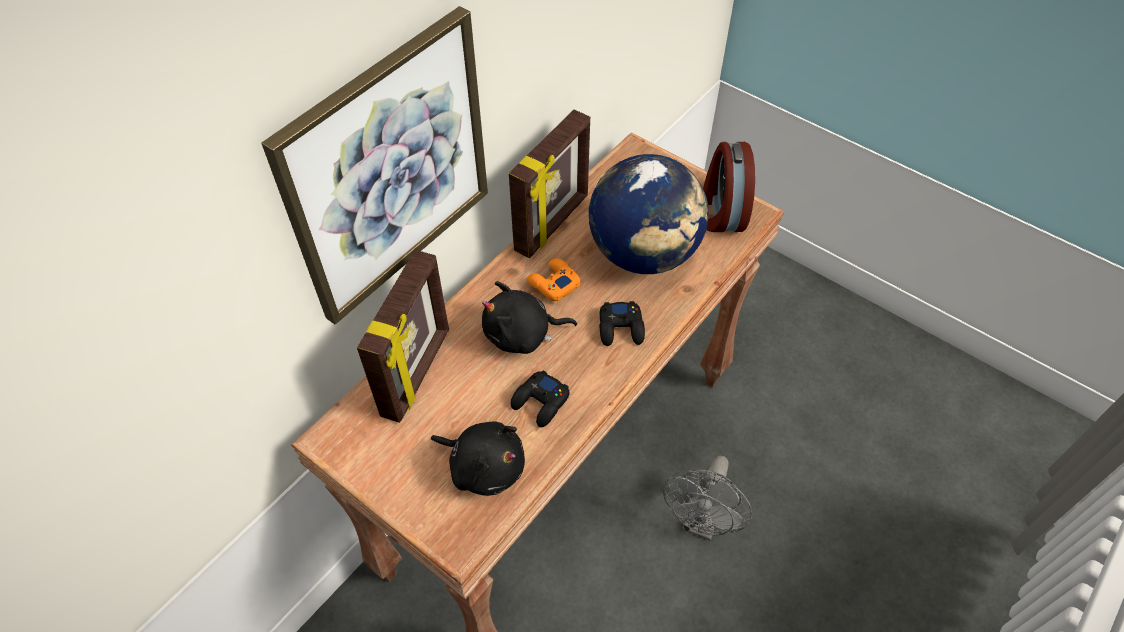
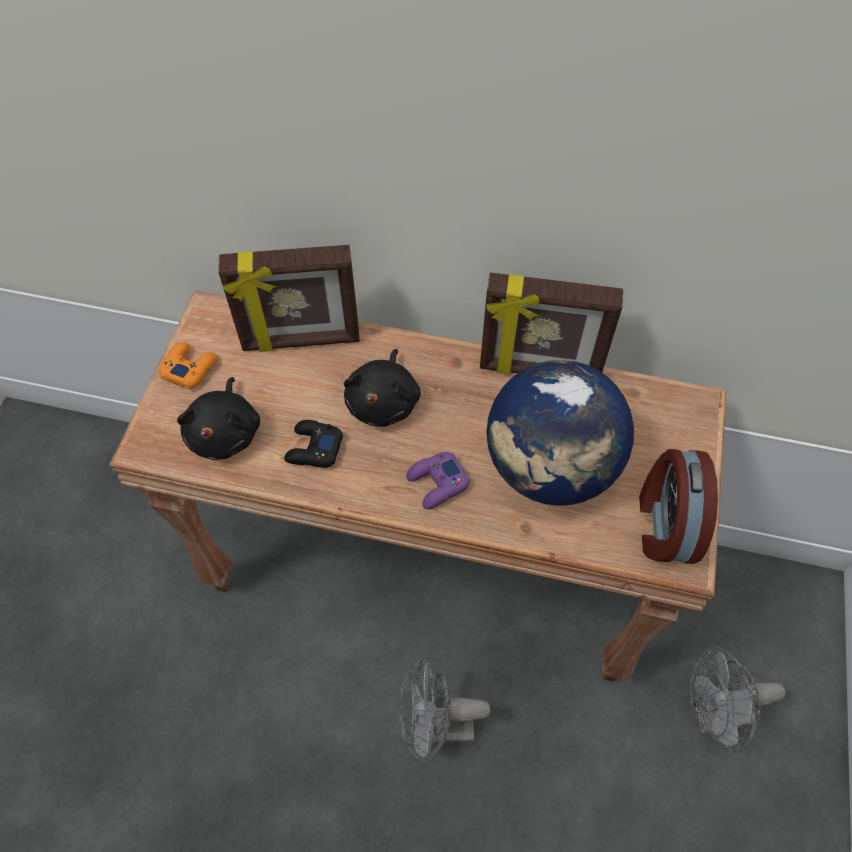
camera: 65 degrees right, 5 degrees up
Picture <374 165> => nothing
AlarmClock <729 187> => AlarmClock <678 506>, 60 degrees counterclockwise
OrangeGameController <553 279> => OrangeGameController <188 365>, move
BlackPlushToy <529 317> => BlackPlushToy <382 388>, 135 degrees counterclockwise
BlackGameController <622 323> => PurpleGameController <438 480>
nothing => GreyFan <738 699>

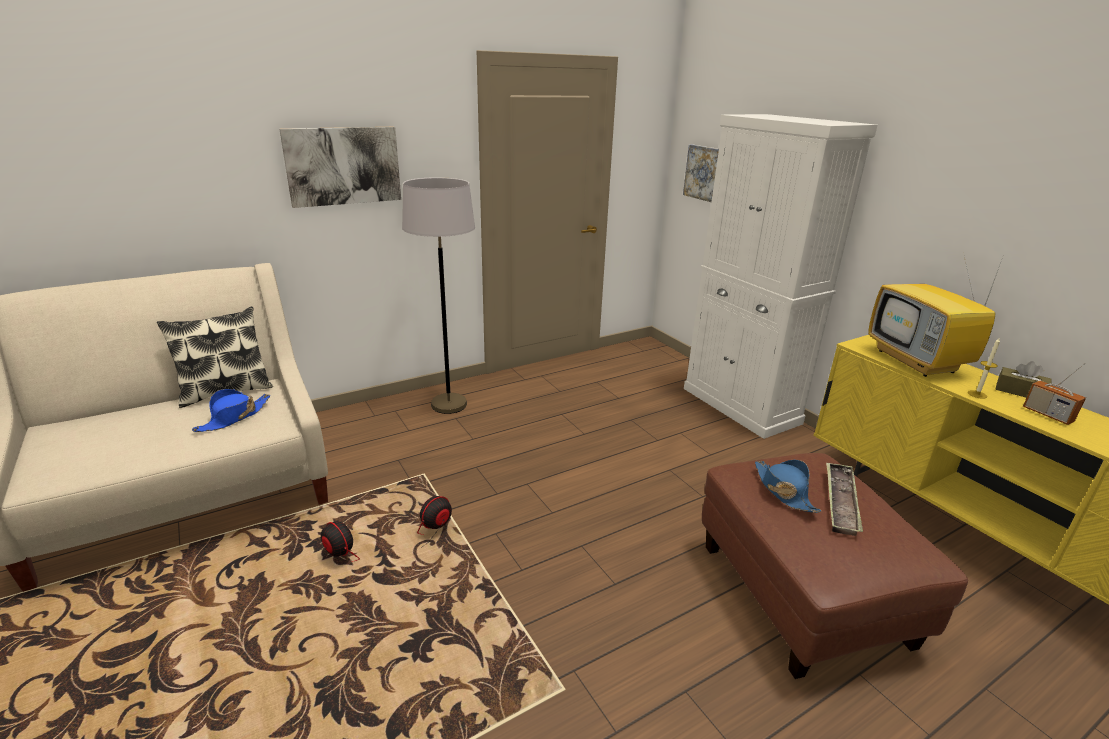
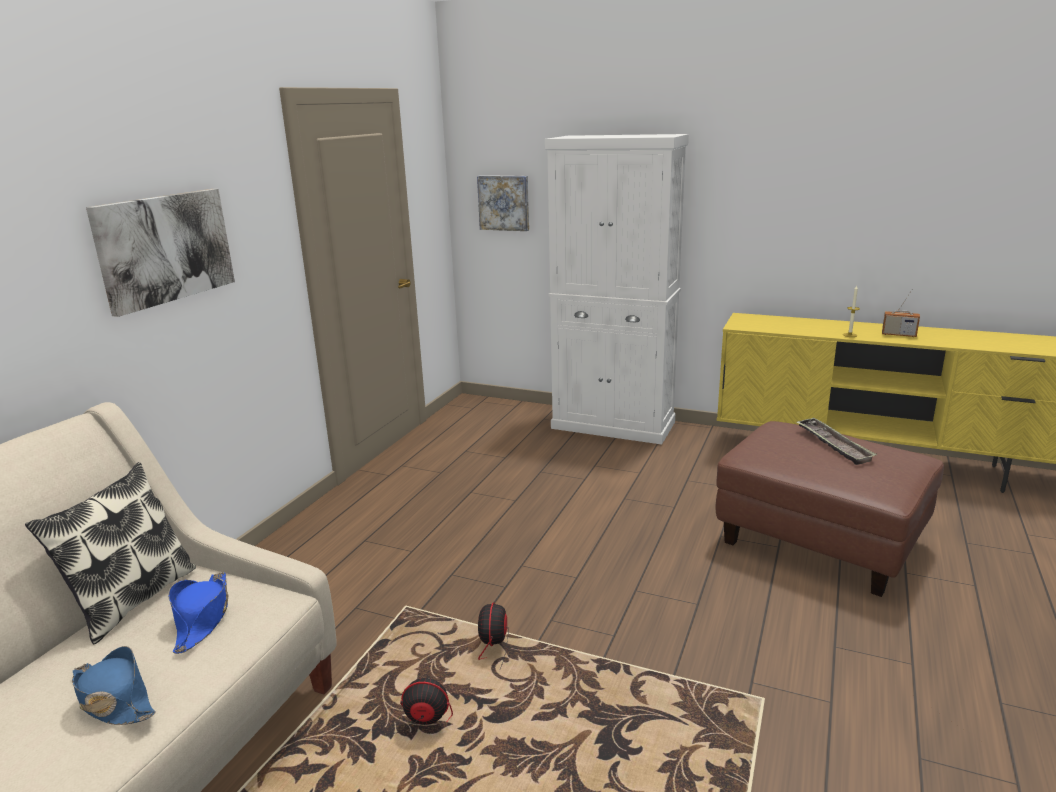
camera: 35 degrees left, 5 degrees down
GreyFloorLamp <438 295> => nothing
Television <935 317> => nothing
BrownTissueBox <1024 379> => nothing
BlueHat <788 486> => BlueHat <114 685>, move

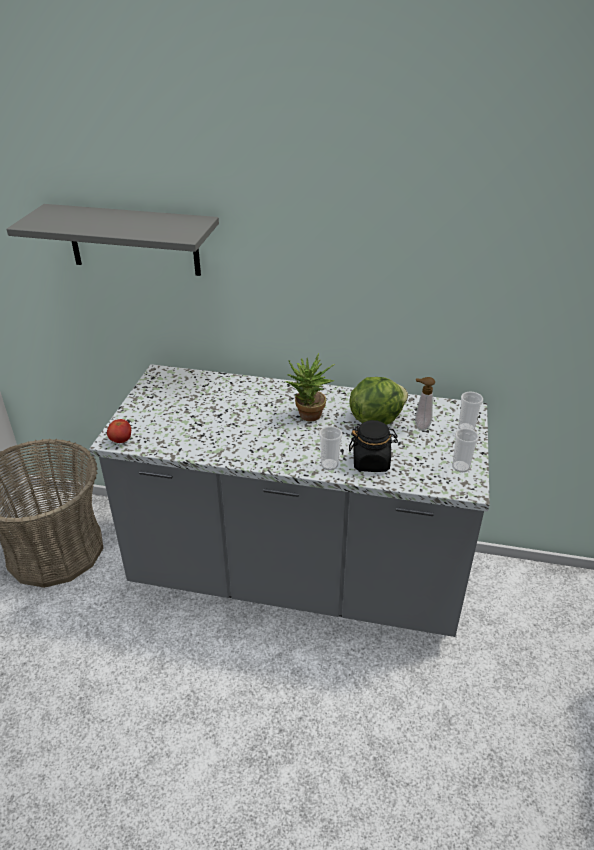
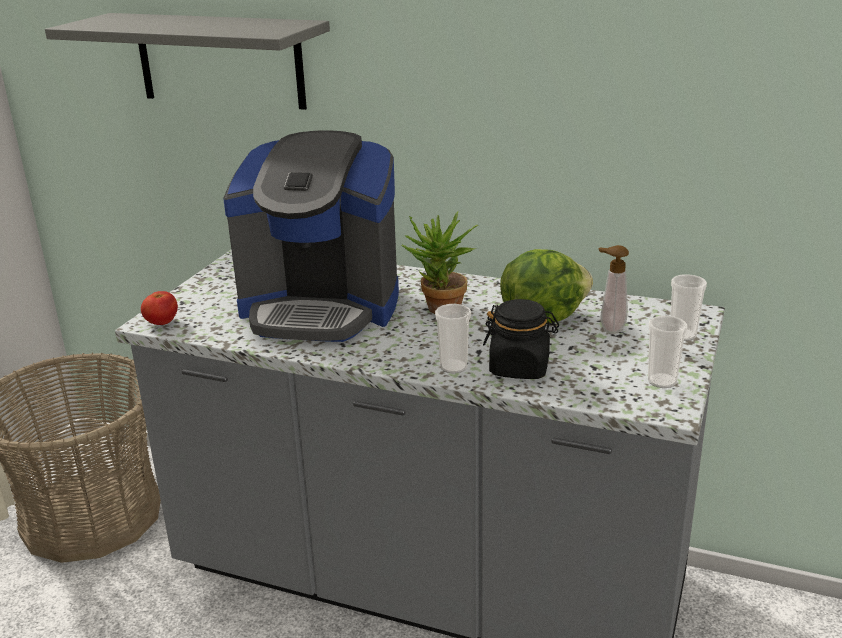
camera: 10 degrees right, 10 degrees down
nothing => CoffeeMachine <311 236>

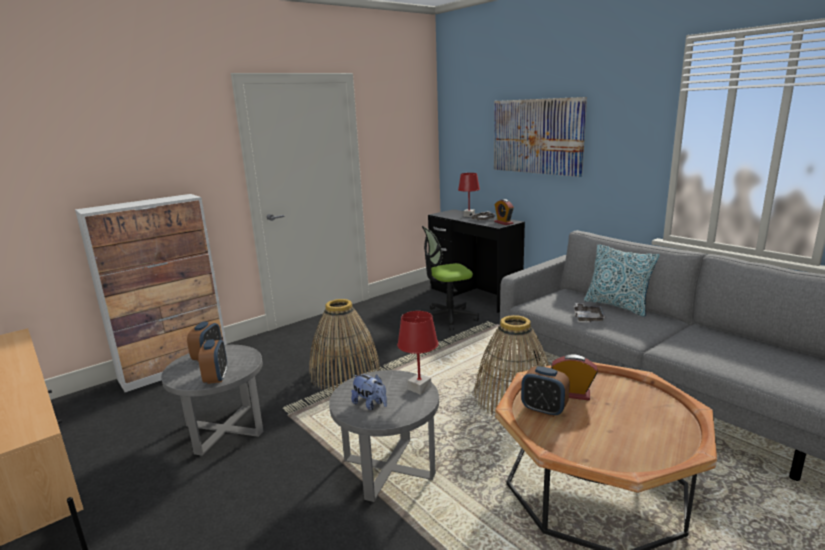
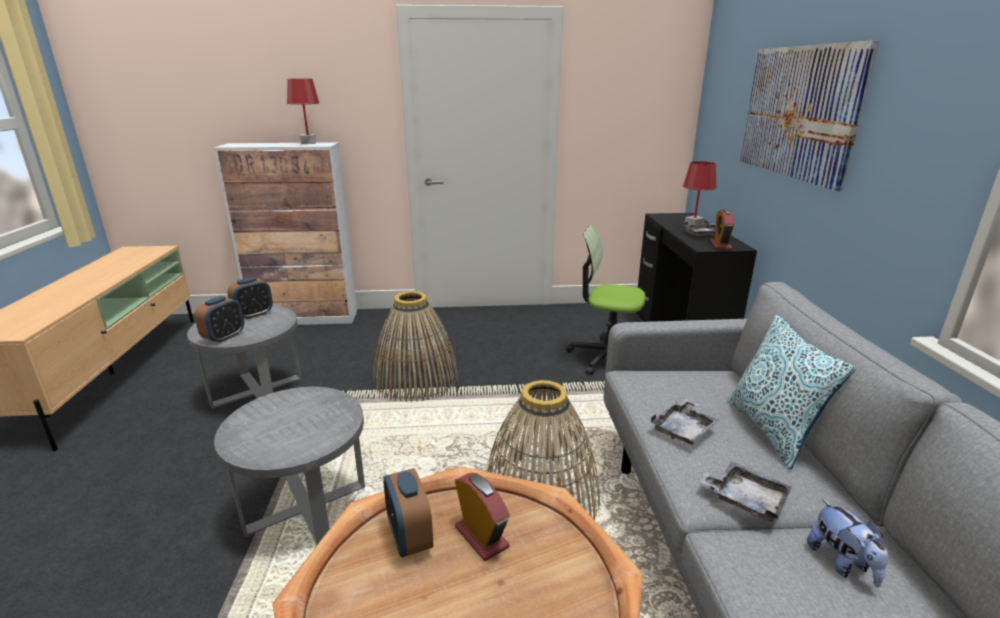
camera: 35 degrees right, 5 degrees up
RedTableLamp <417 353> => RedTableLamp <303 111>, move
PlushToy <369 392> => PlushToy <848 543>, move
nothing => GreyTray <745 491>

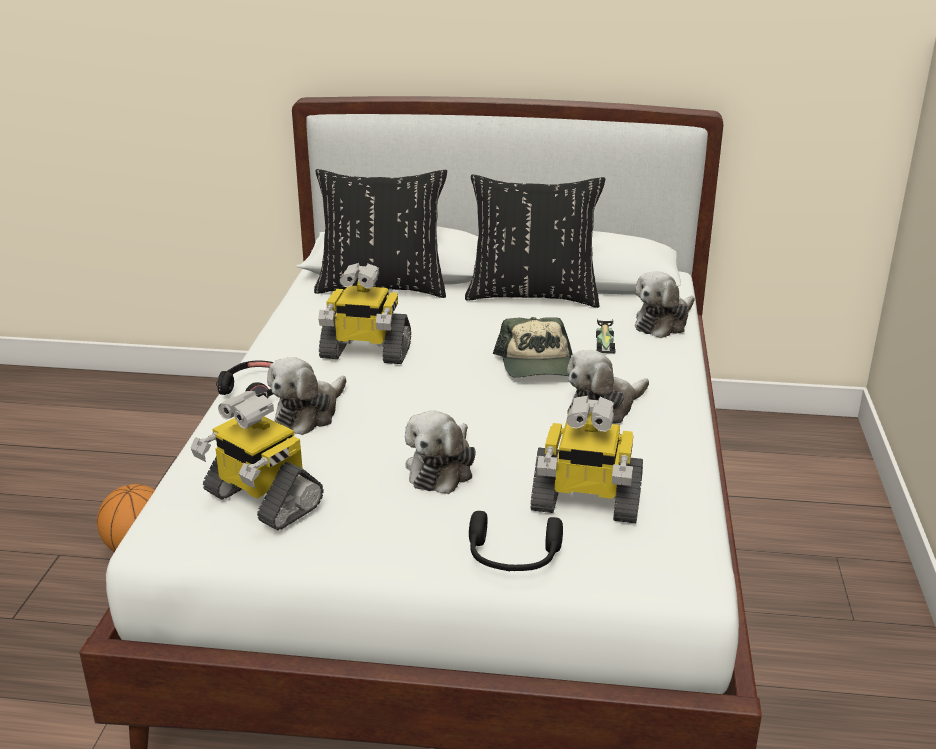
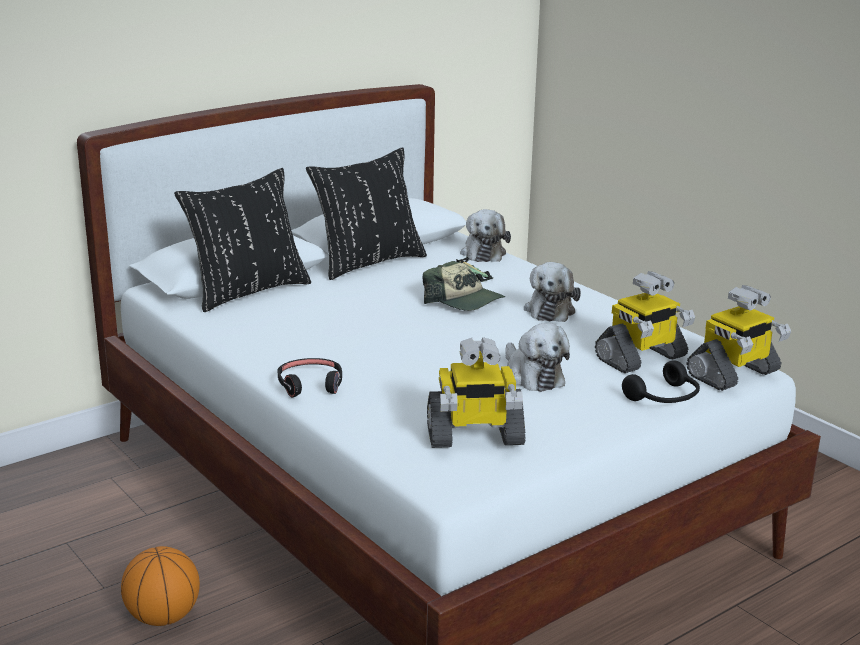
camera: 45 degrees left, 5 degrees down
ToyRobot <364 313> => ToyRobot <738 338>, move
PlushToy <306 396> => nothing

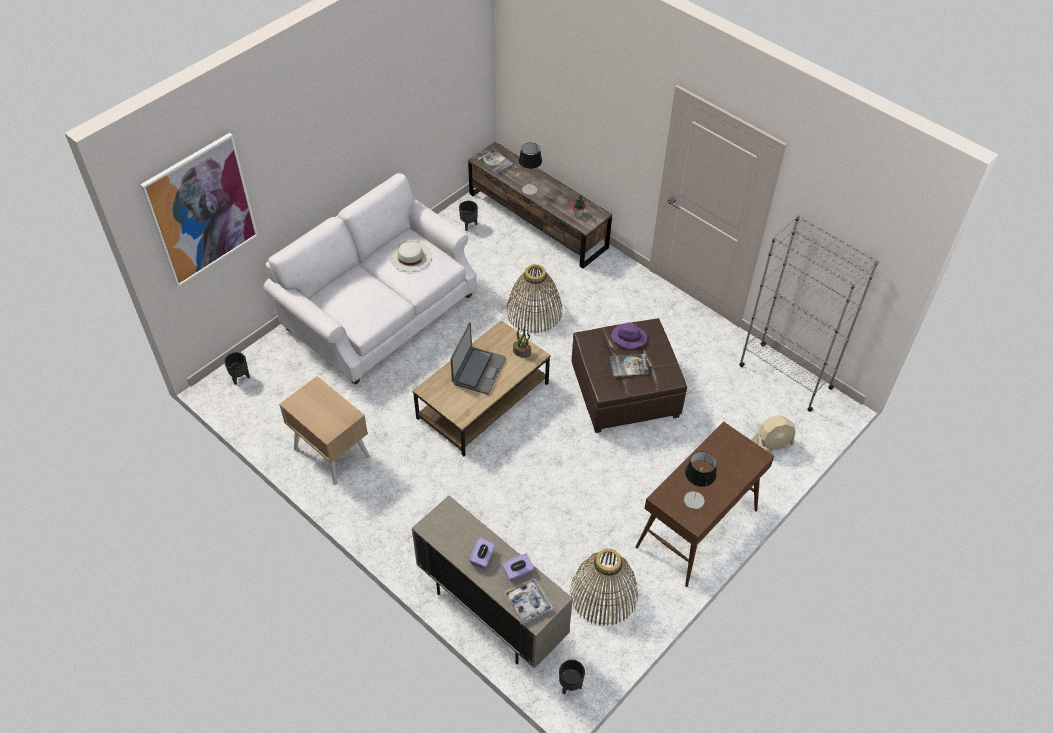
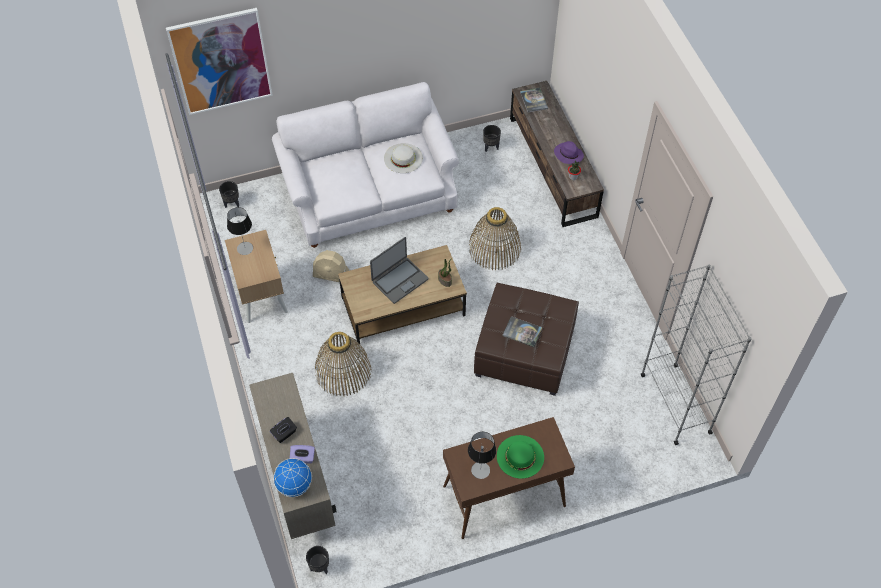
camera: 30 degrees right, 5 degrees up
TableLamp <530 169> => TableLamp <240 231>, move
PurpleHat <629 336> => PurpleHat <569 152>, move
BeigeFan <773 433> => BeigeFan <331 266>, move
PurpleTissueBox <482 553> => BlackTissueBox <283 430>
Basket <604 587> => Basket <343 364>, move
Tray <528 601> => Globe <292 477>
nothing => GreenHat <520 457>

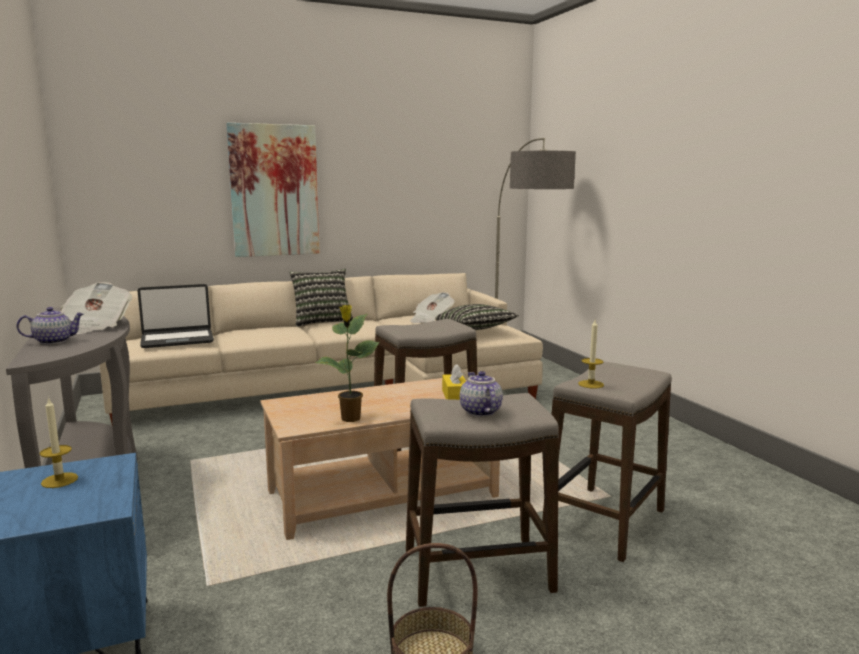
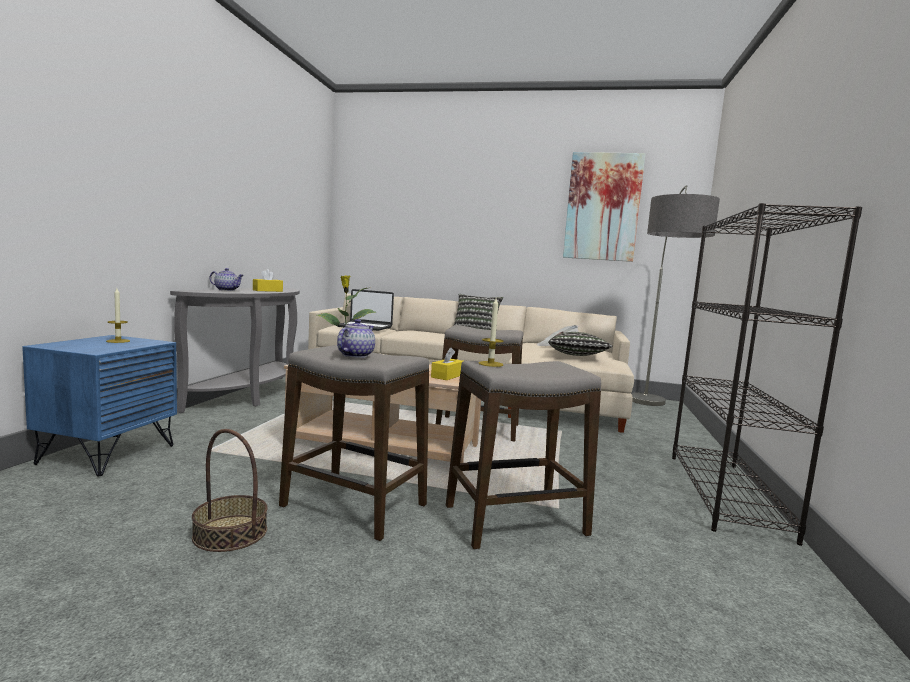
camera: 35 degrees right, 5 degrees down
Picture <273 190> => Picture <604 207>, move
Newspaper <96 308> => YellowTissueBox <268 280>
nothing => BlackBookcase <767 374>

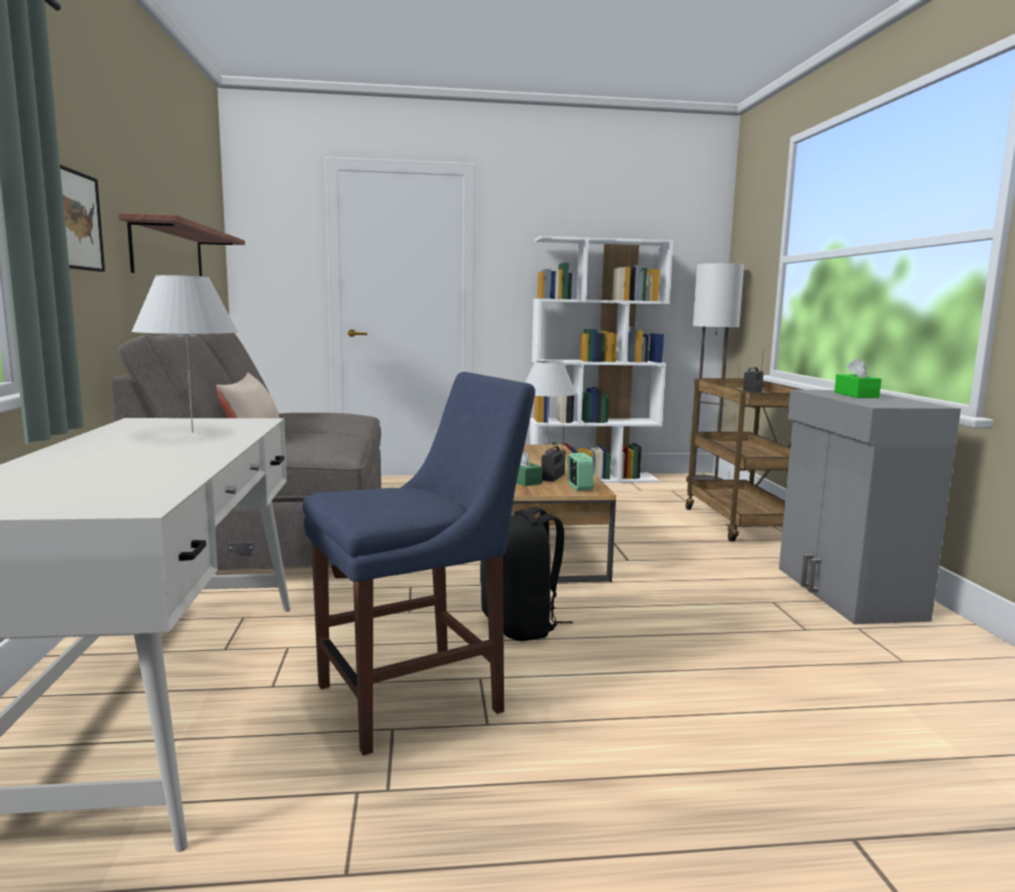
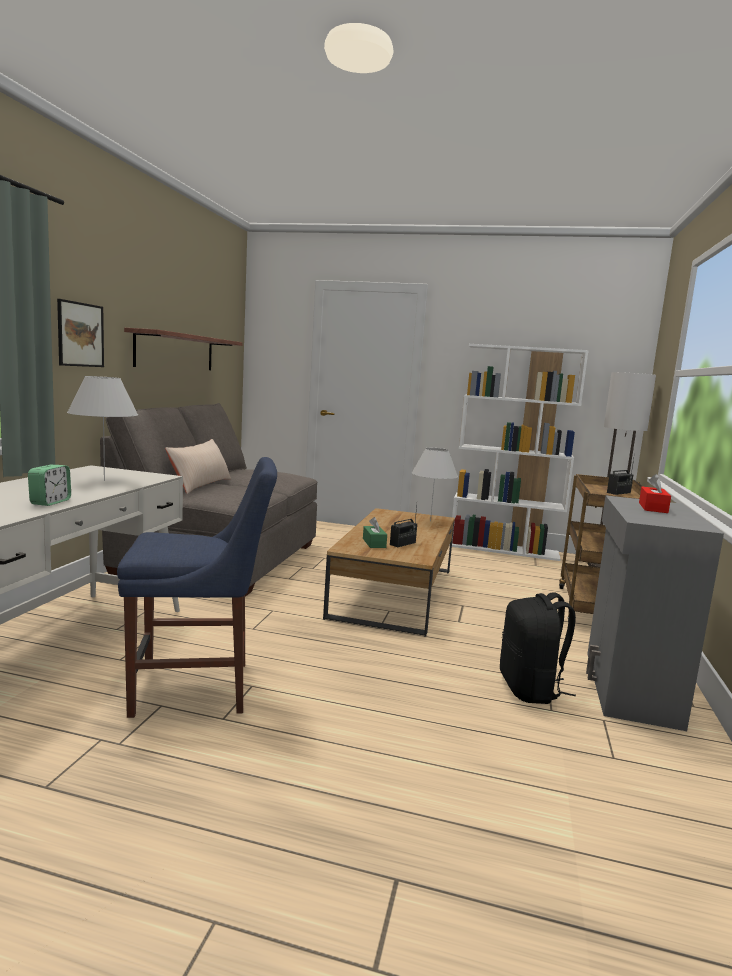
camera: 20 degrees right, 0 degrees up
GreenTissueBox <857 378> => RedTissueBox <655 493>
AlarmClock <581 472> => AlarmClock <49 485>, move
BlackBackpack <527 573> => BlackBackpack <538 648>, move

